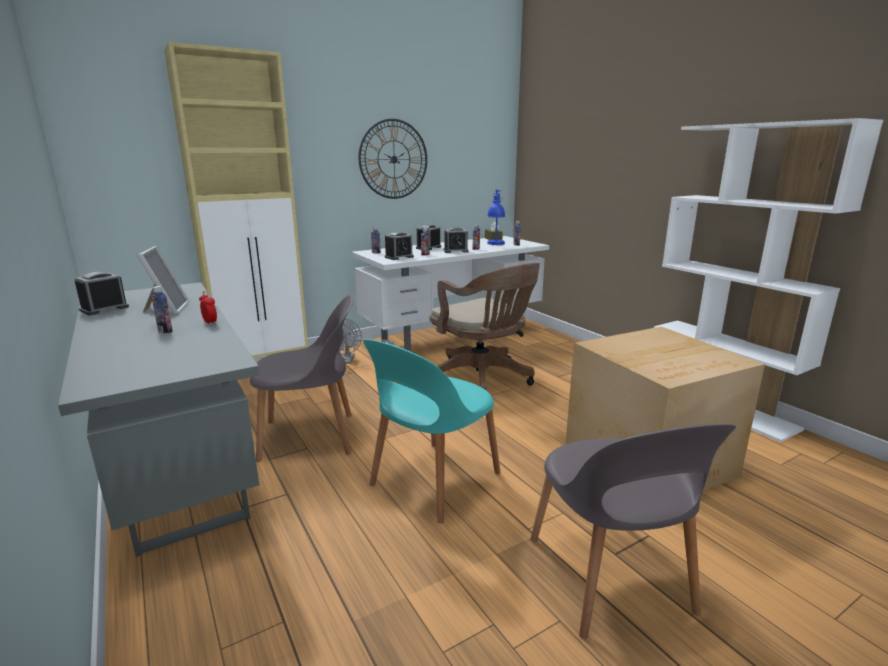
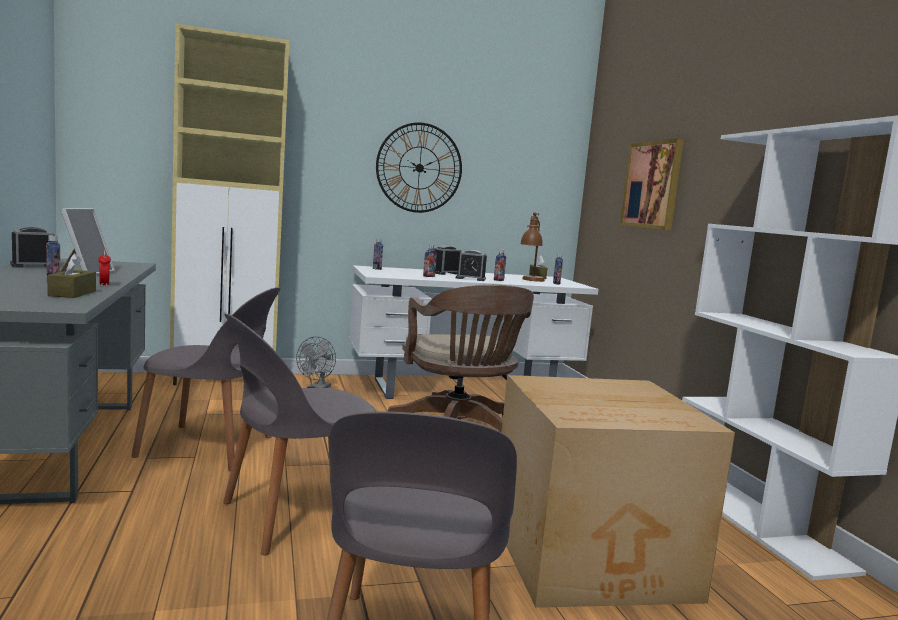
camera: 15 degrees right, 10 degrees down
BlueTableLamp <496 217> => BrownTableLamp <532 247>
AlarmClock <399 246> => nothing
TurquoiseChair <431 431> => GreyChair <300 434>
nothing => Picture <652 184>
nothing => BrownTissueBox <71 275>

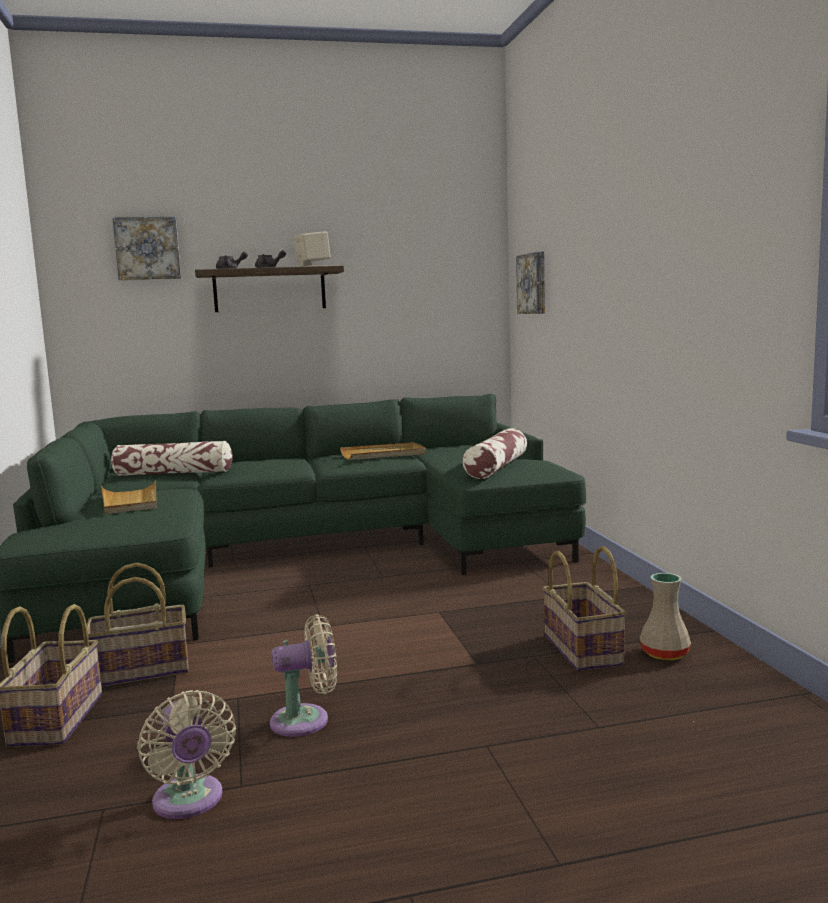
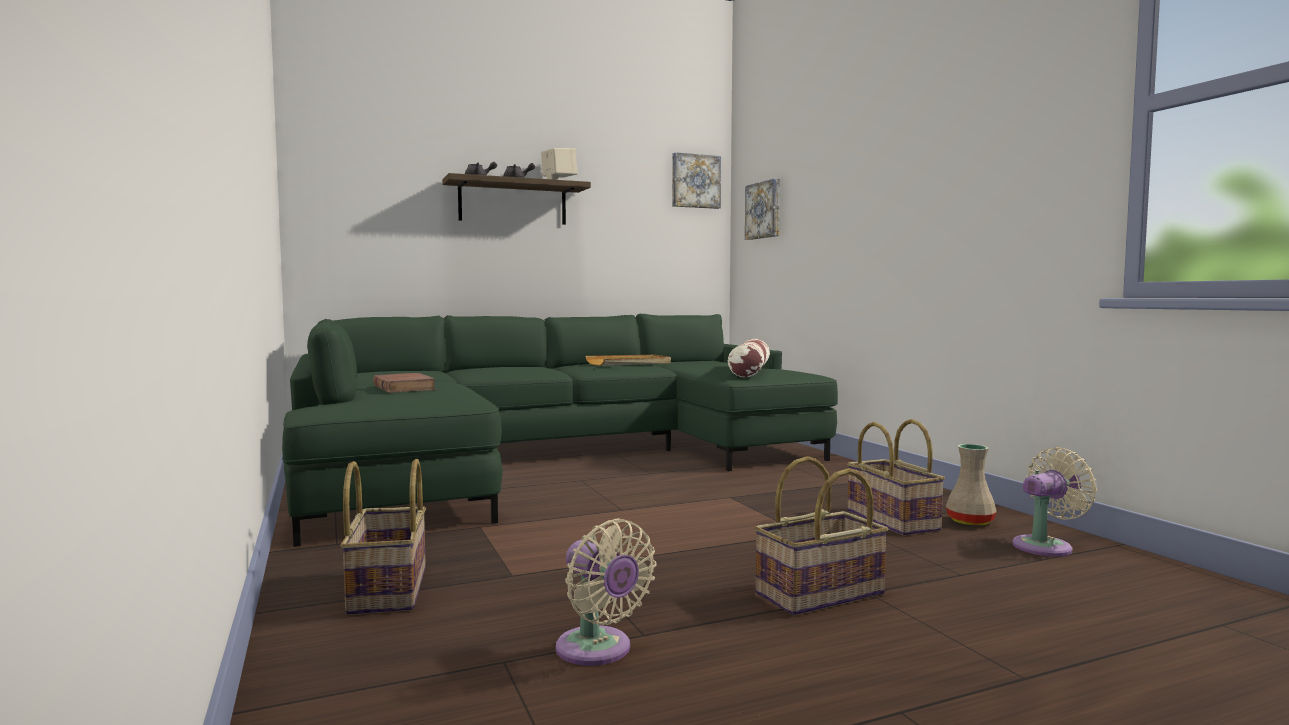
camera: 10 degrees left, 5 degrees down
Picture <146 248> => Picture <696 180>, move
Pillow <172 458> => nothing
BeigeTray <129 497> => BrownBook <404 383>
Basket <138 624> => Basket <821 535>, move
BeigeFan <303 675> => BeigeFan <1054 502>, move

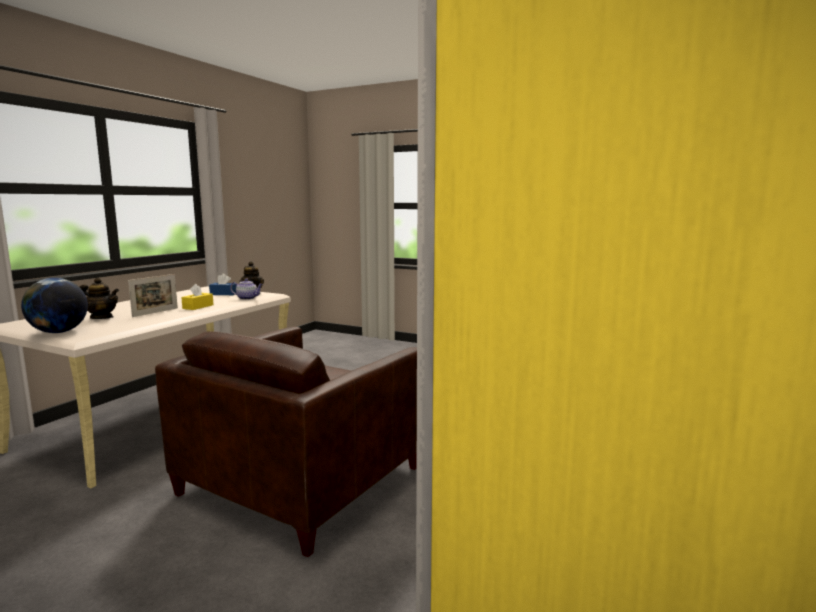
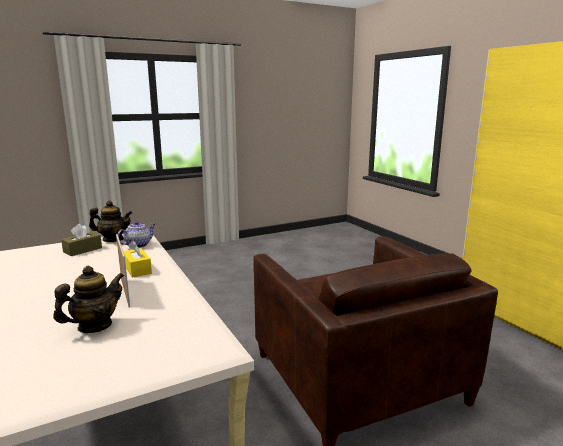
camera: 55 degrees left, 5 degrees up
BlueTissueBox <222 284> => BrownTissueBox <81 240>
Globe <54 305> => nothing

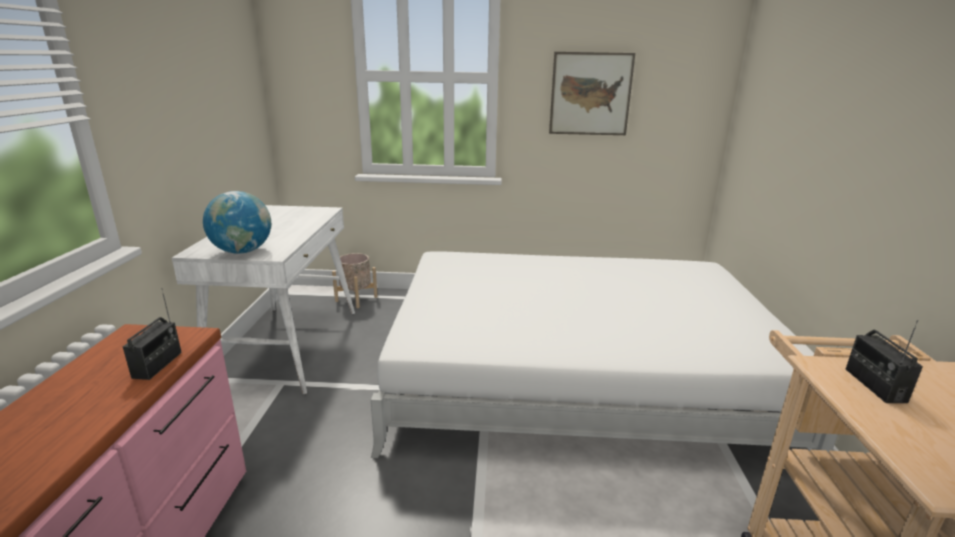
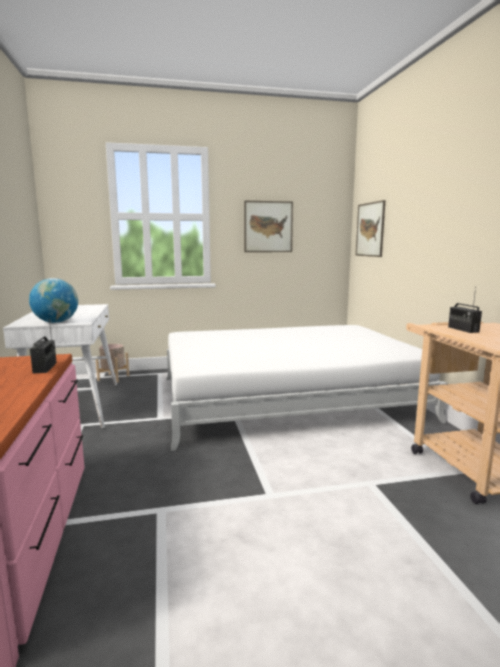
camera: 15 degrees left, 10 degrees down
nothing => Picture <370 228>

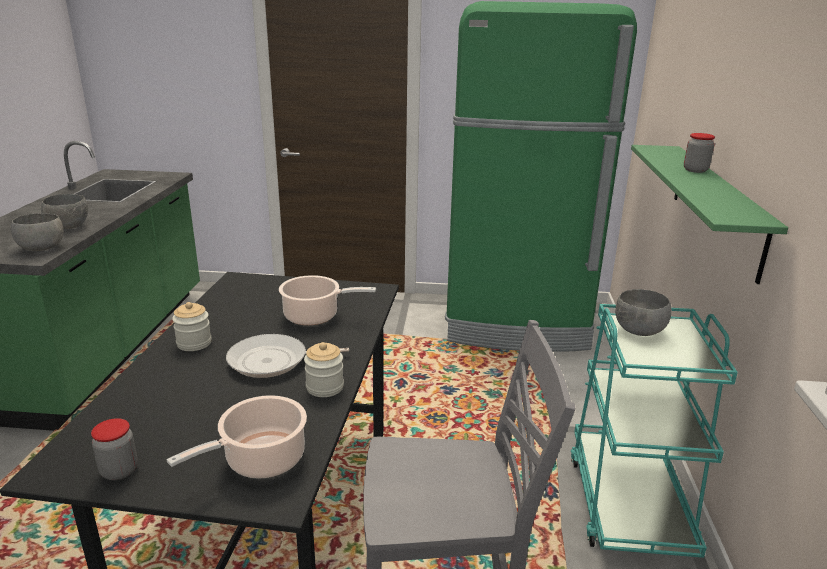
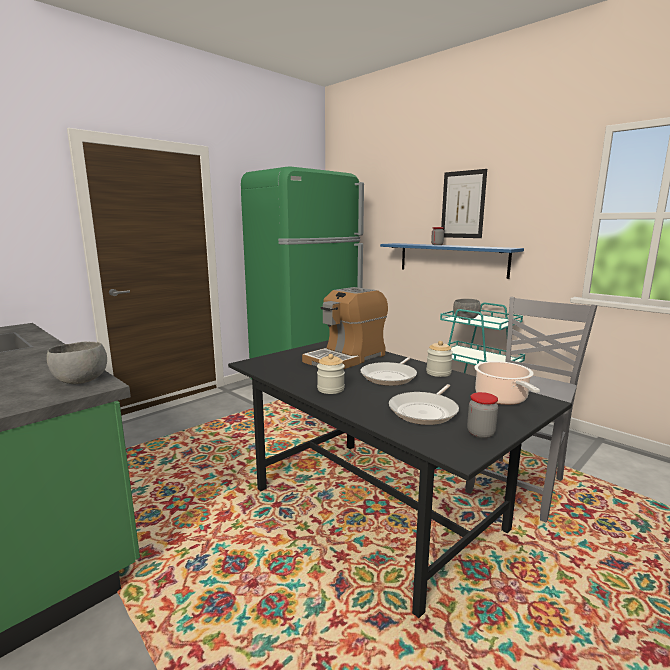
camera: 50 degrees left, 10 degrees down
GreenShelf <709 214> => BlueShelf <452 261>
GreyBowl <64 211> => nothing
CookingPot <327 300> => CoffeeMachine <345 328>
nothing => Picture <464 203>
nothing => FryingPan <424 404>

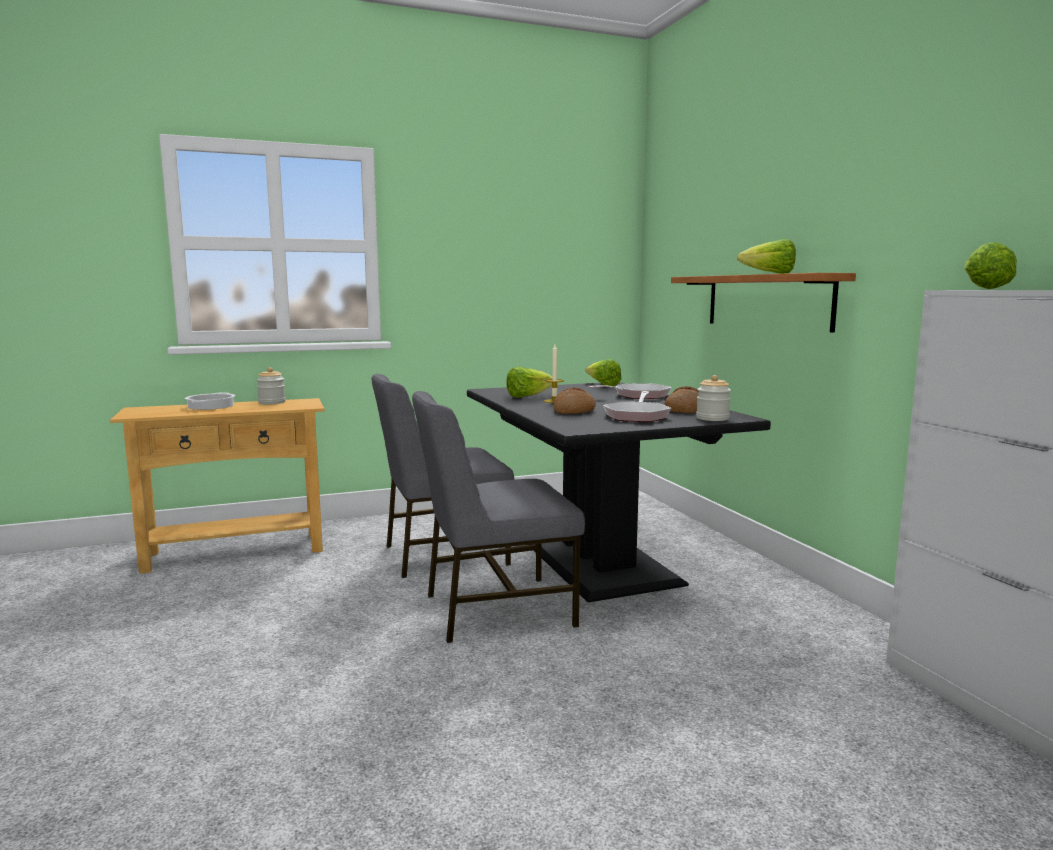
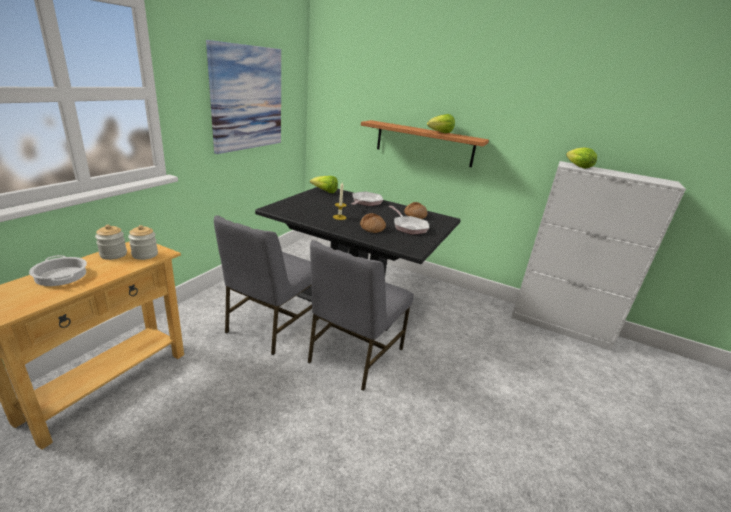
camera: 45 degrees left, 15 degrees up
Lettuce <529 382> => nothing
Jar <713 398> => Jar <143 242>, move
nothing => Picture <243 97>

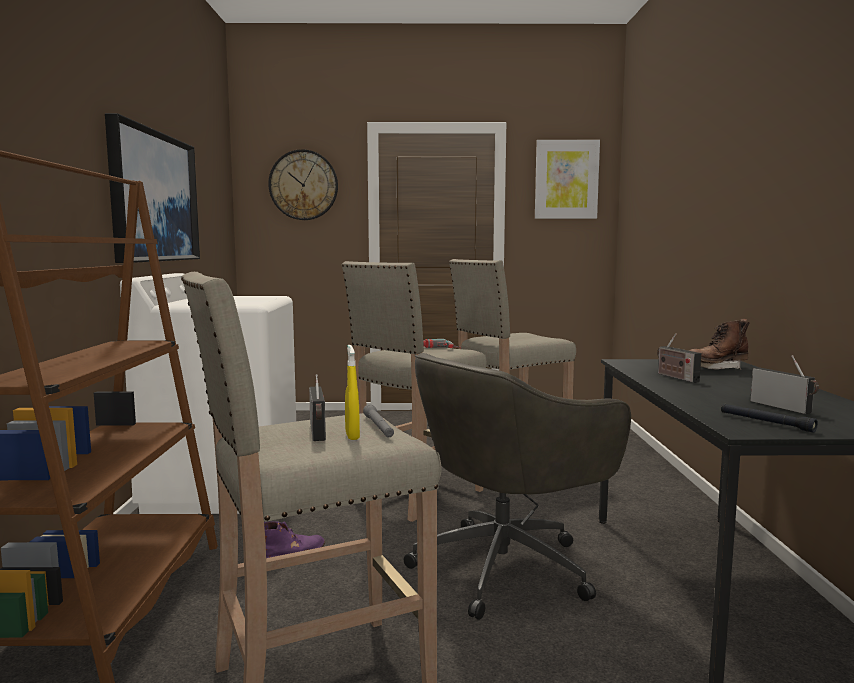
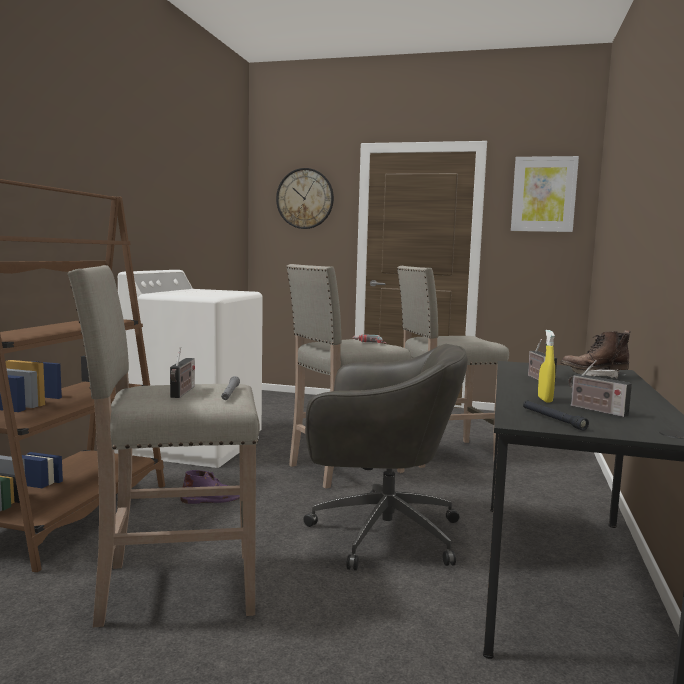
camera: 15 degrees right, 0 degrees up
Picture <152 188> => nothing
YellowSprayBottle <352 392> => YellowSprayBottle <546 366>, move
GreyOfficeChair <517 486> => GreyOfficeChair <385 457>, 150 degrees counterclockwise
Radio <785 384> => Radio <600 388>, 150 degrees clockwise

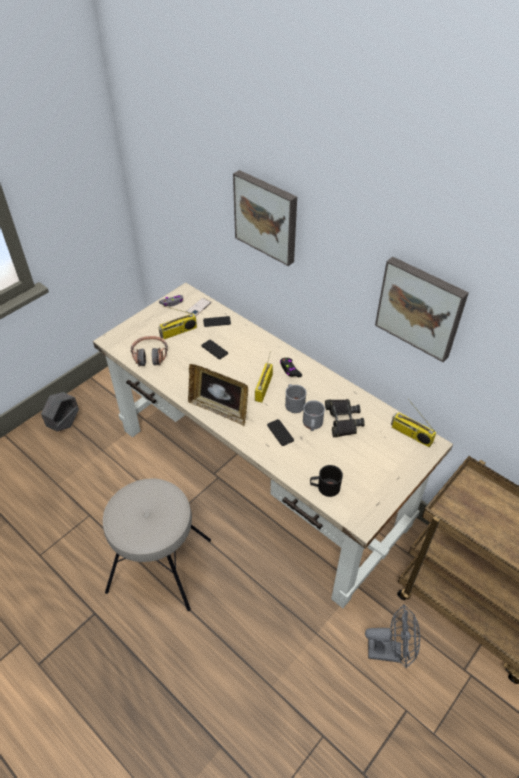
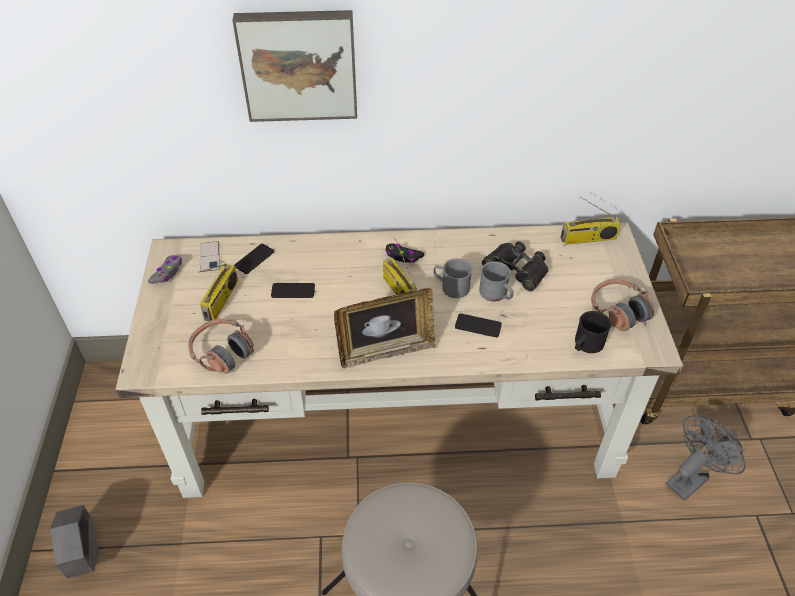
camera: 45 degrees left, 0 degrees up
Picture <422 309> => nothing
nothing => Headphones <622 305>

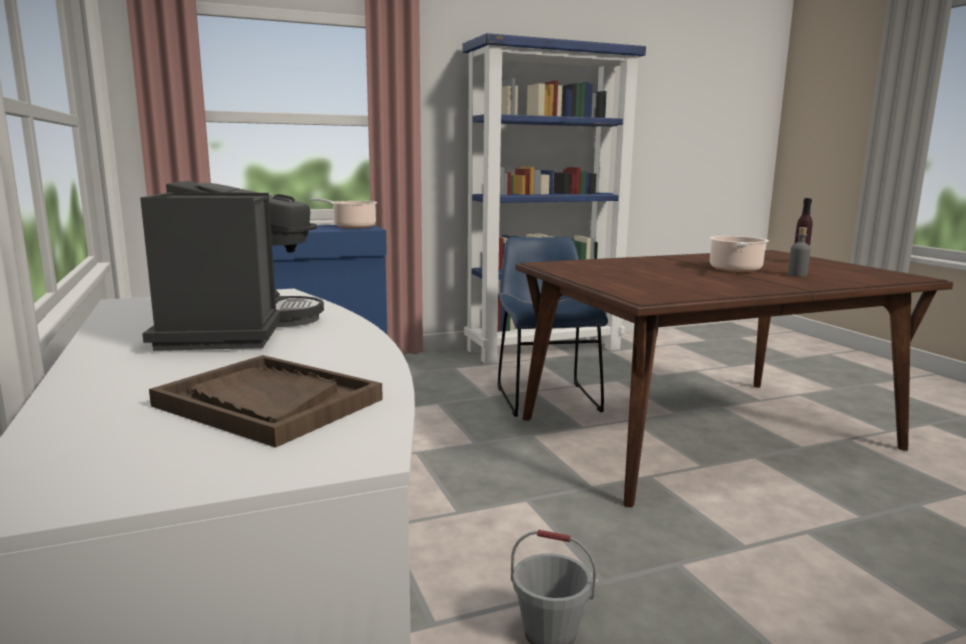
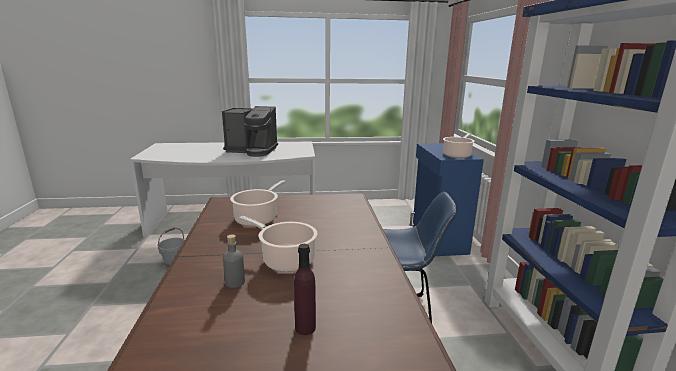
camera: 105 degrees right, 5 degrees up
BrownTray <266 401> => nothing
nothing => CookingPot <257 203>

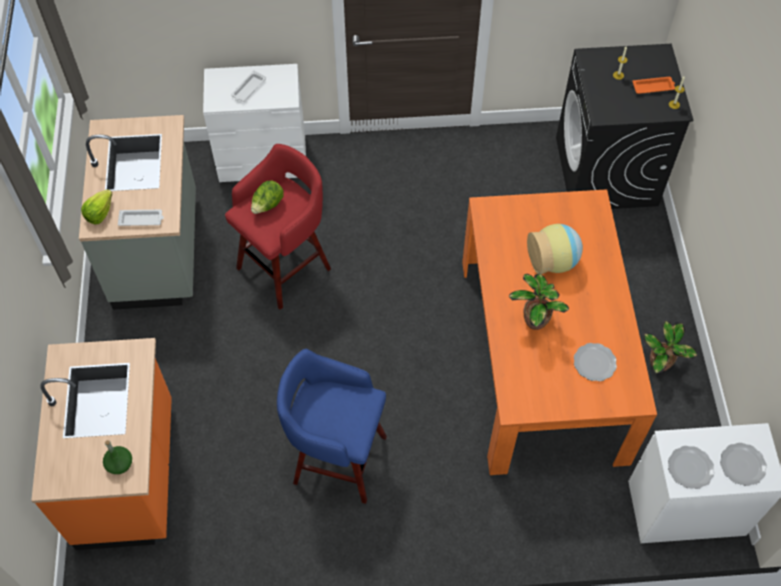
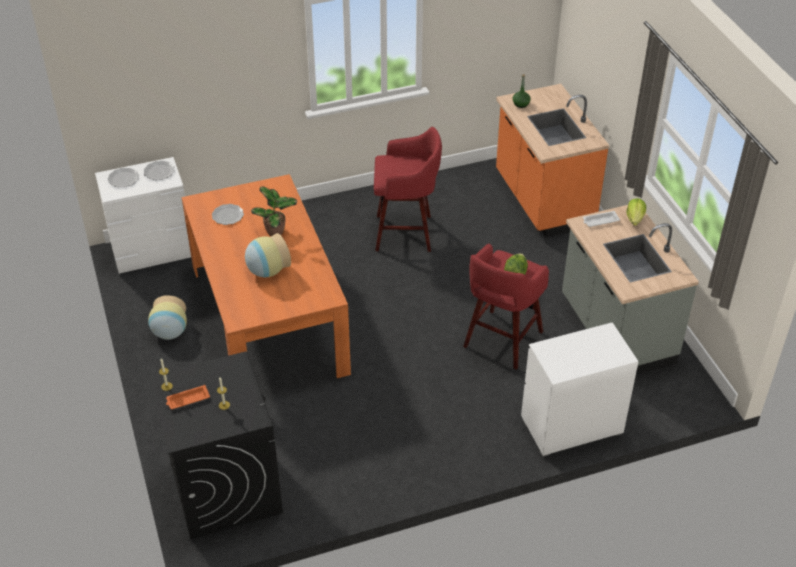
camera: 165 degrees right, 15 degrees down
WhiteTray <248 86> => nothing
PottedPlant <670 347> => Vase <167 317>
BlueStool <332 426> => RedStool <408 189>

